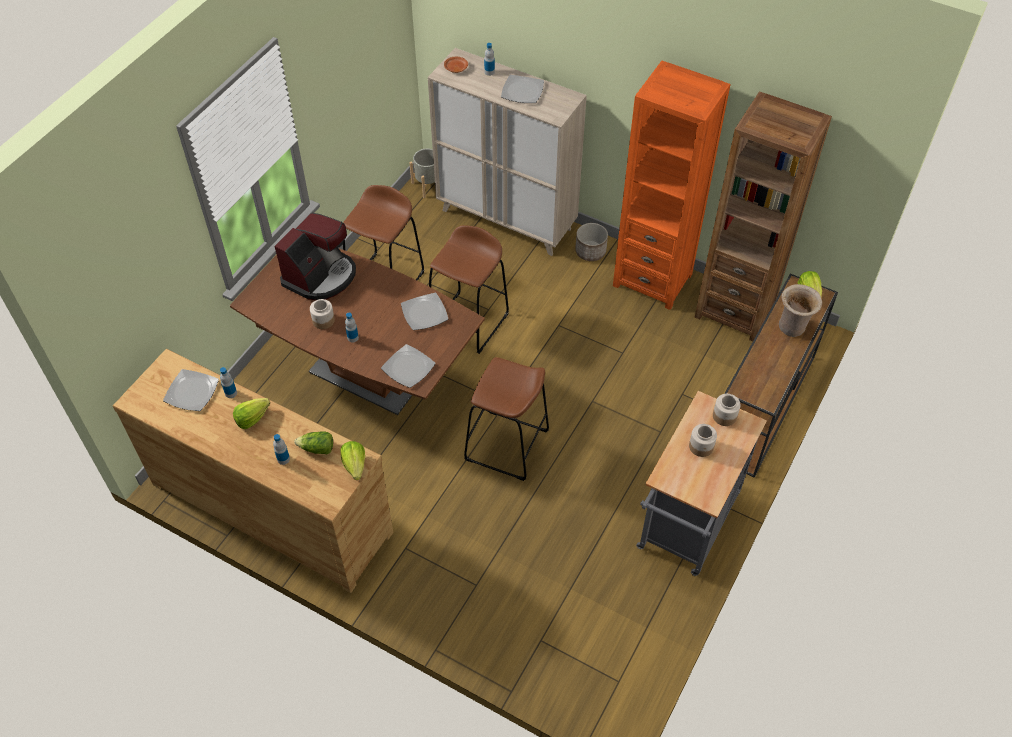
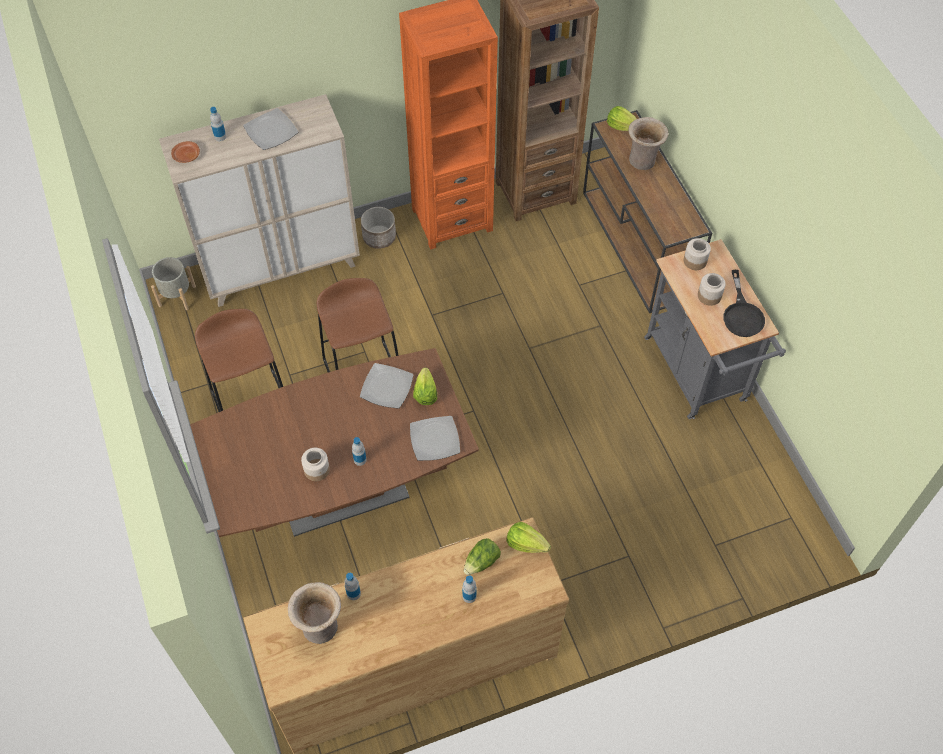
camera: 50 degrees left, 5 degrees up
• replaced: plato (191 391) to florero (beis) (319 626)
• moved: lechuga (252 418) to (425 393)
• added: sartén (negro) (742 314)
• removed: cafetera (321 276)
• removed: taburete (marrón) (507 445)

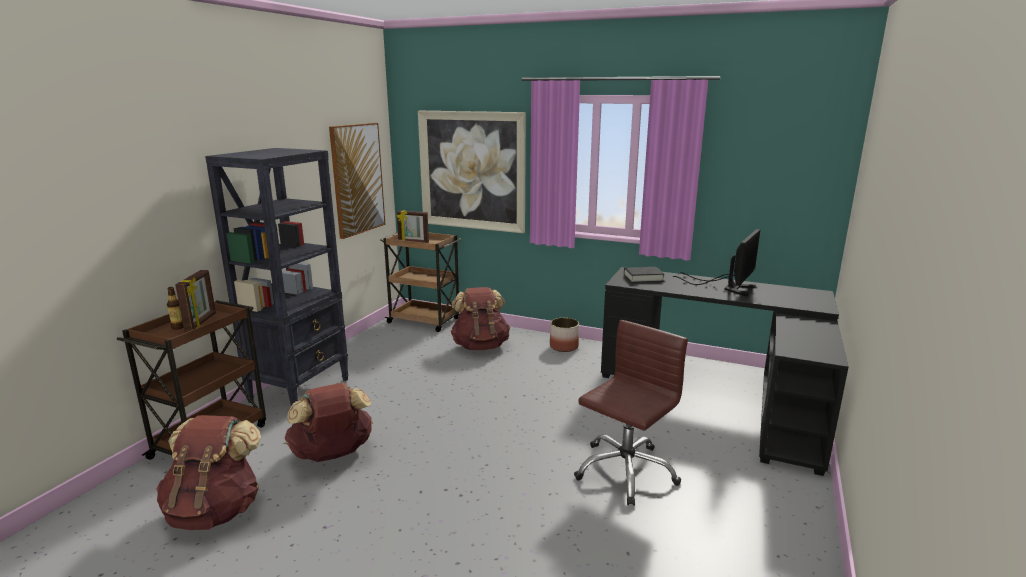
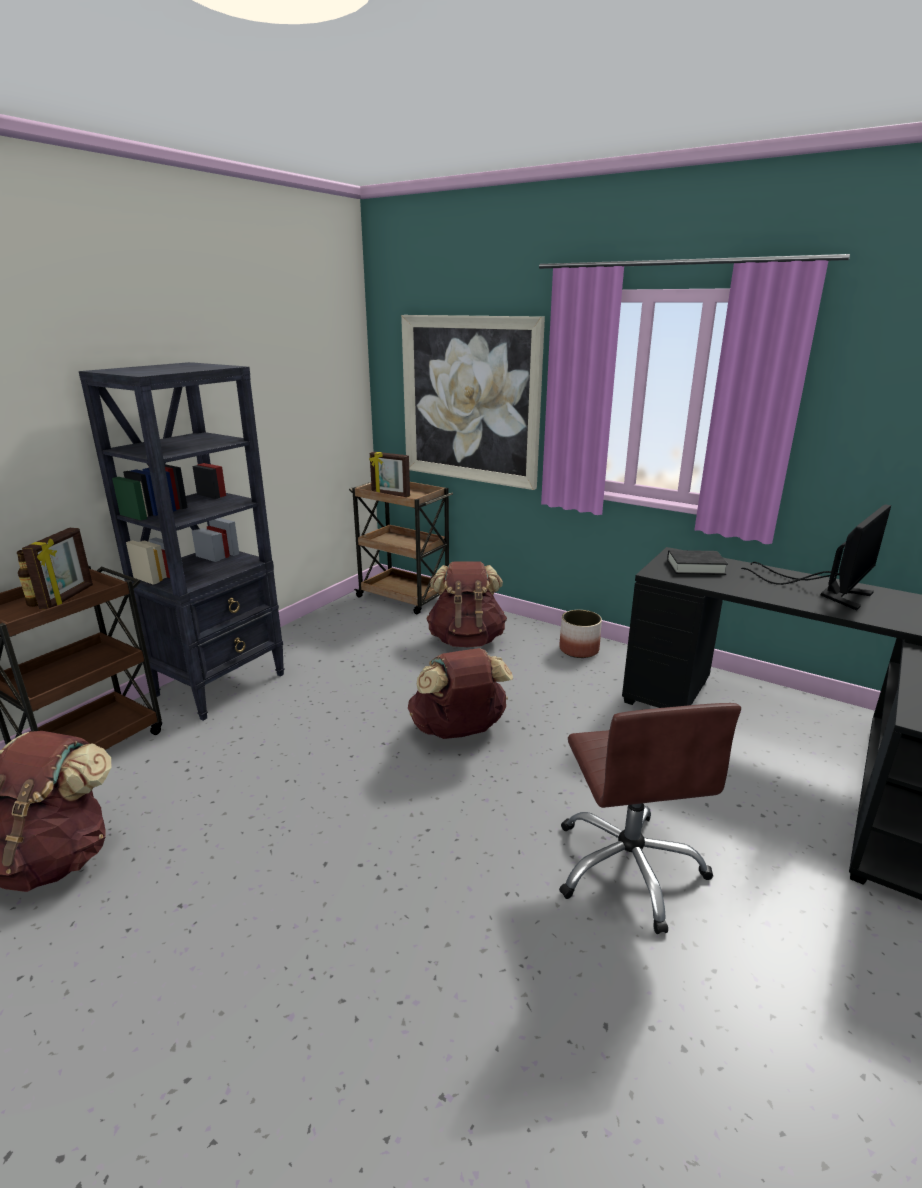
camera: 10 degrees right, 5 degrees up
• moved: mochila (marrón) (332 454) to (459 731)
• turned: silla de oficina (marrón) (625 471) = (629 867) 120 degrees clockwise
• removed: cuadro (357 179)

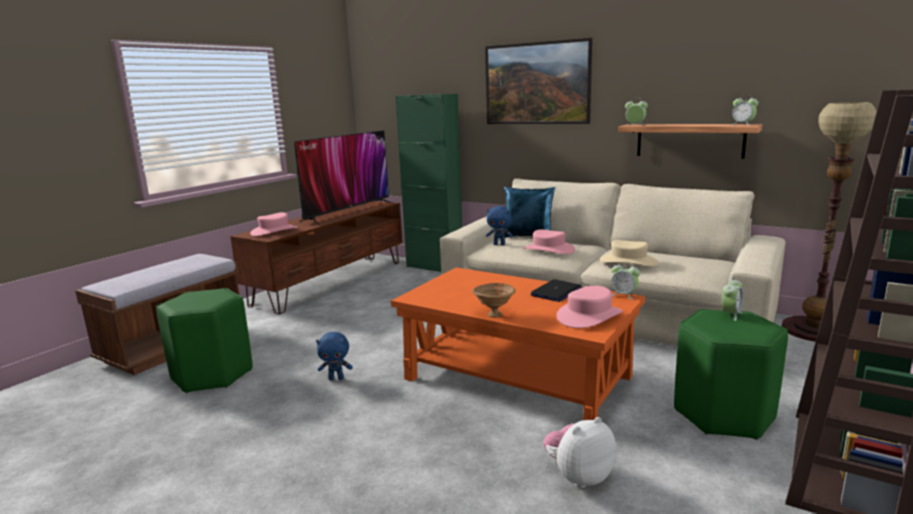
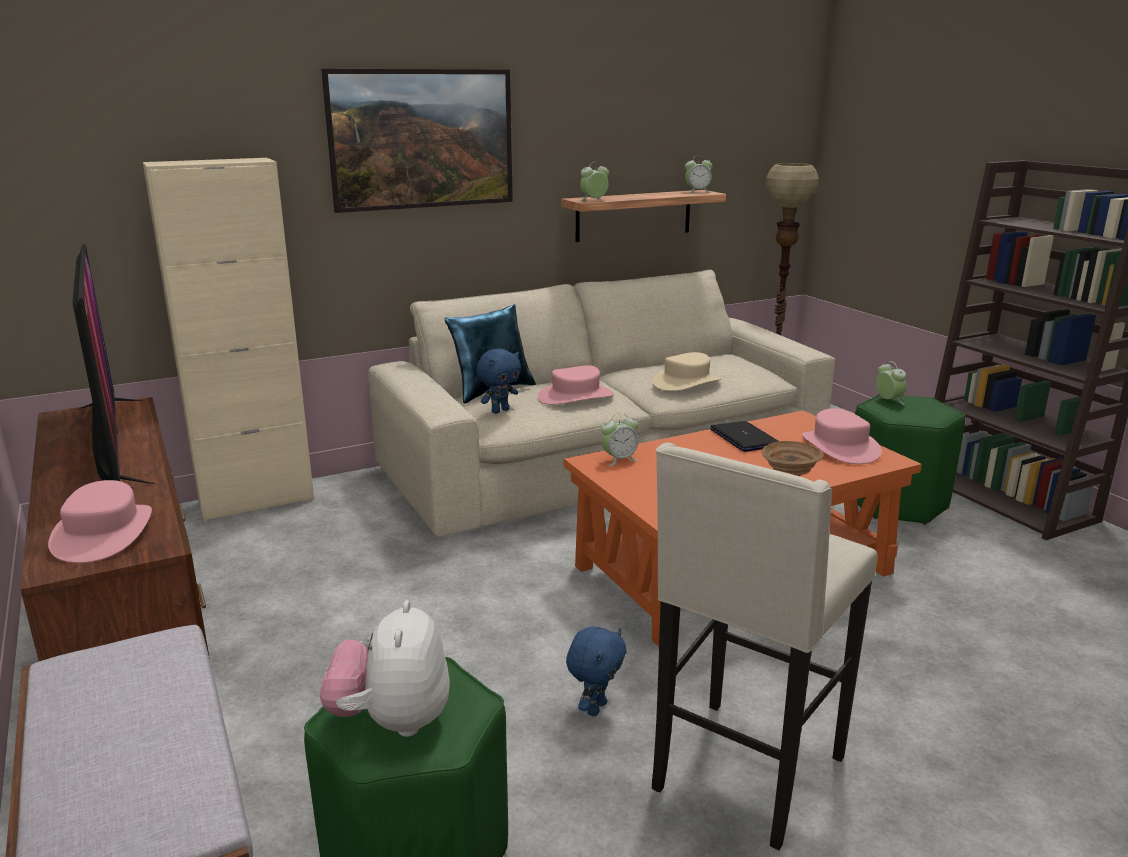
camera: 60 degrees left, 5 degrees up
• recoloured: armario (verde) (434 267) to armario (beis) (256 501)
• moved: peluche (578 476) to (392 721)
• moved: despertador (624 295) to (619 460)
• added: taburete (beis) (744 775)

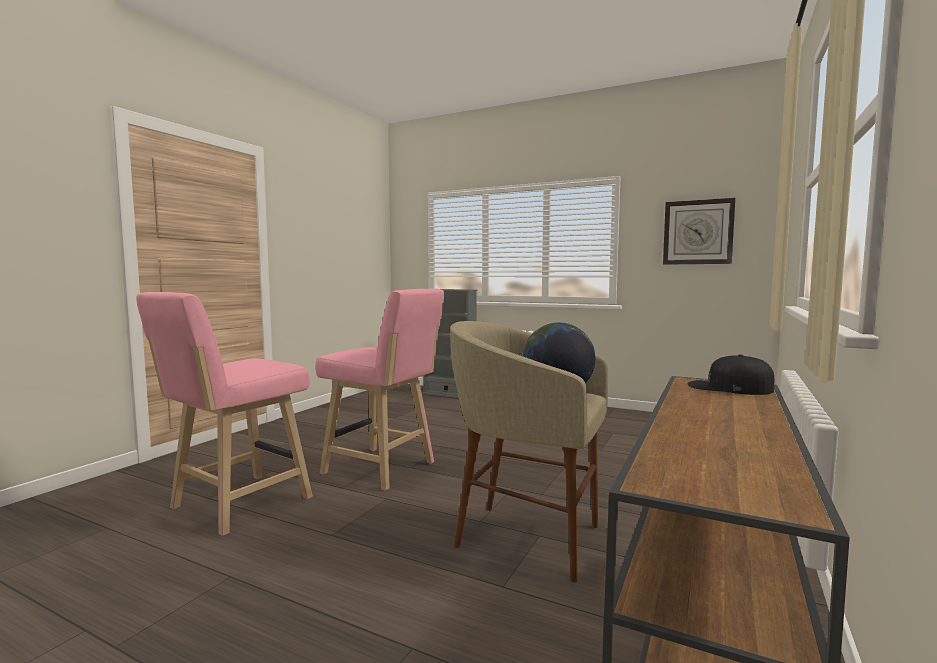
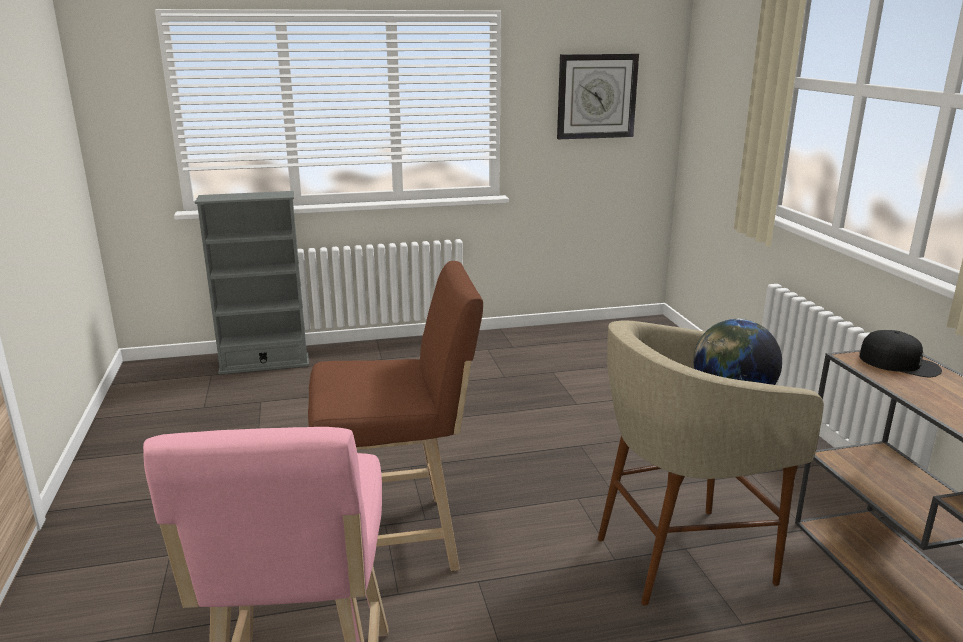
camera: 40 degrees left, 15 degrees up
• recoloured: taburete (rosa) (383 469) to taburete (marrón) (399 538)
• turned: gorra (negro) (729 387) = (899 363) 135 degrees counterclockwise

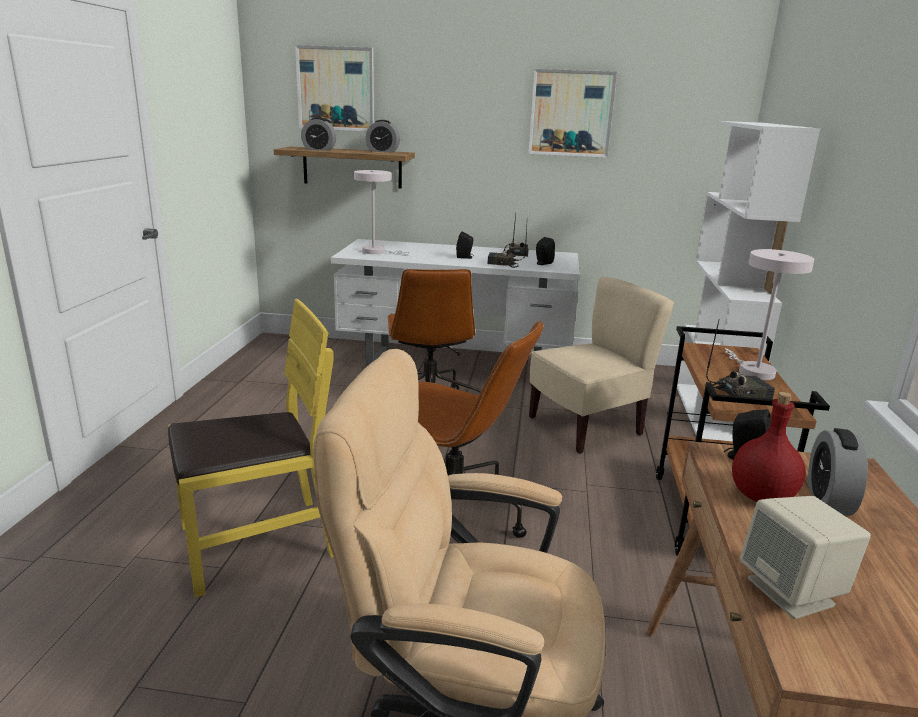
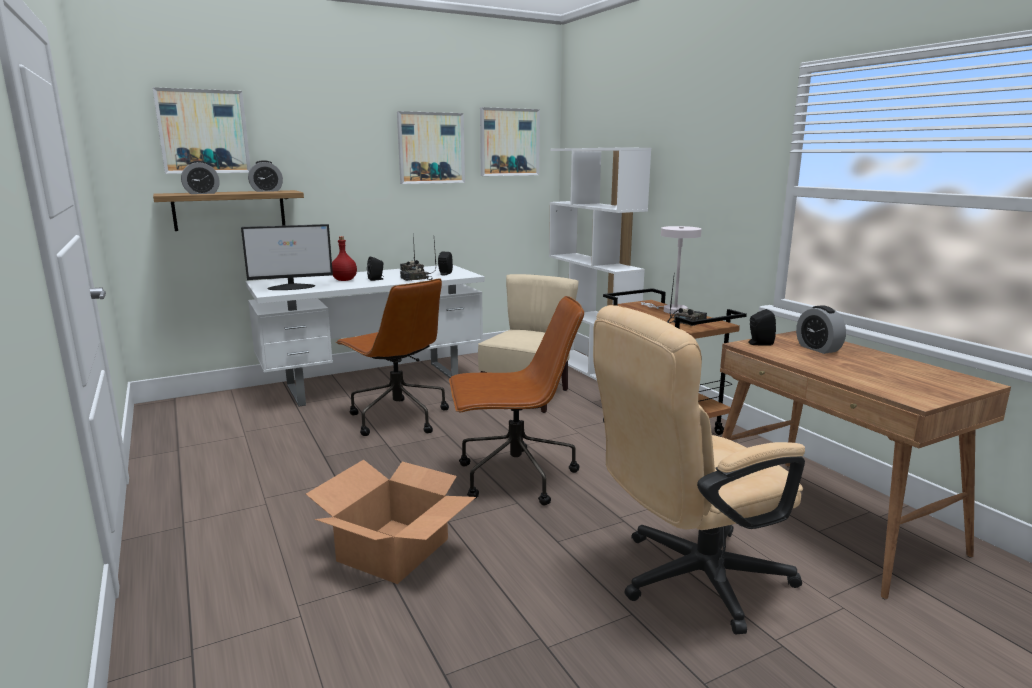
camera: 35 degrees left, 5 degrees down
• replaced: lámpara de mesa (blanco) (377 252) to monitor (292 287)
• replaced: silla (amarillo) (257 542) to caja de cartón (394 550)
• moved: botella (rojo) (761 496) to (344 280)
• added: cuadro (509 142)
• removed: altavoz (beis) (792 592)

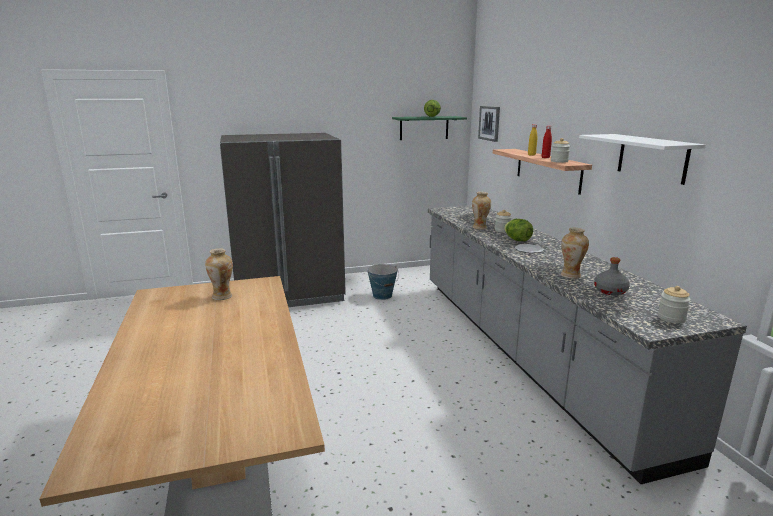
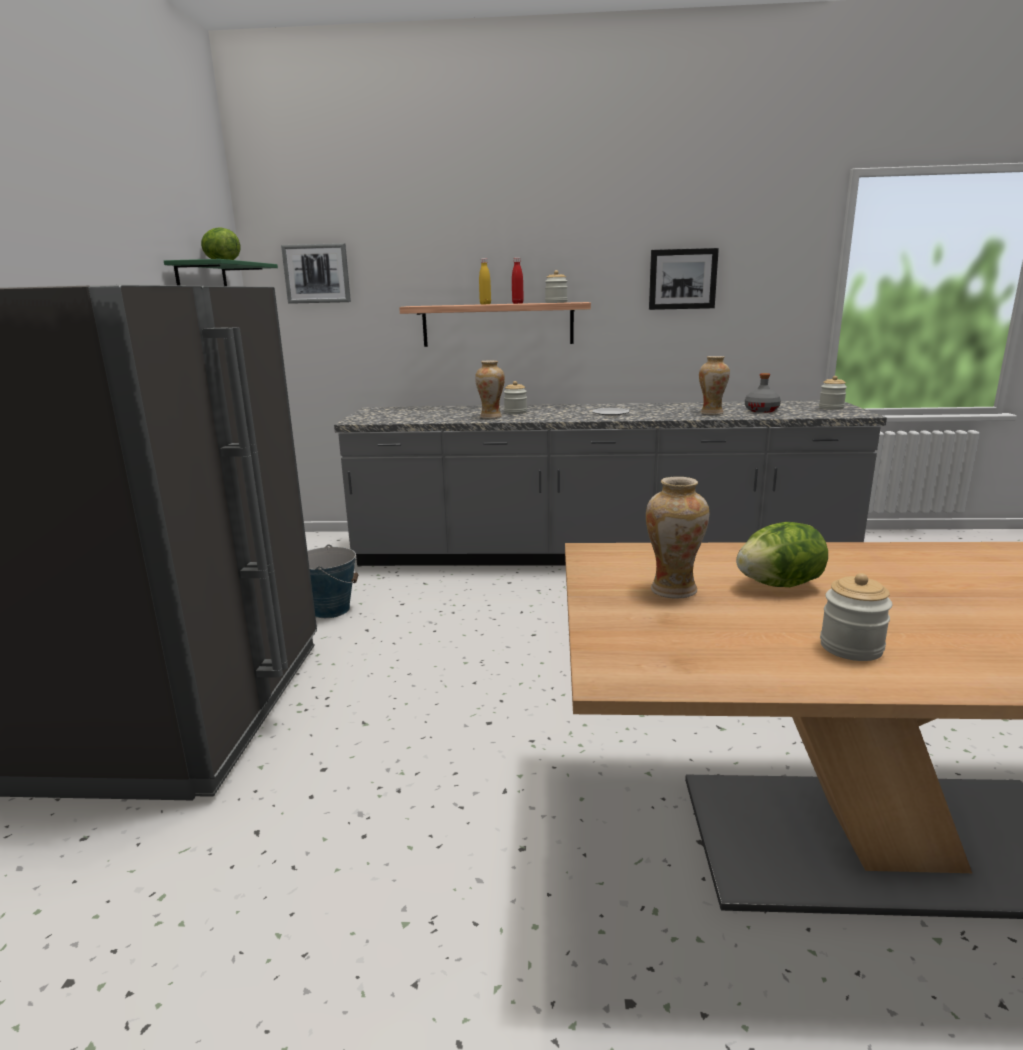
camera: 70 degrees left, 0 degrees up
• replaced: estante (blanco) (652 158) to cuadro (682 279)
• moved: lechuga (517 240) to (779 585)
• added: tarro (851 647)

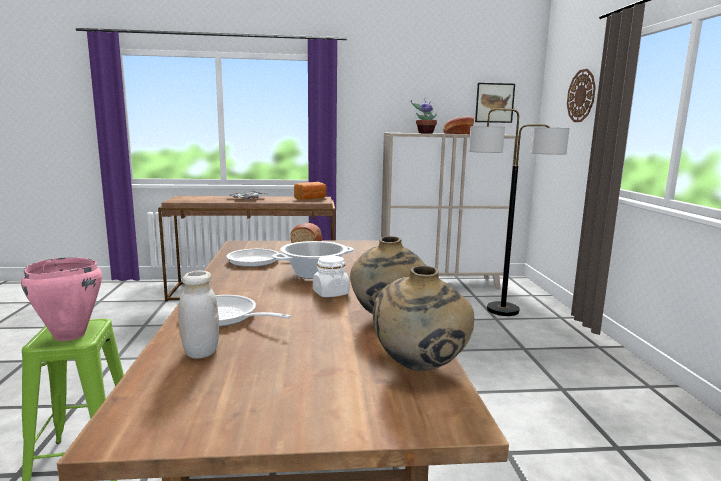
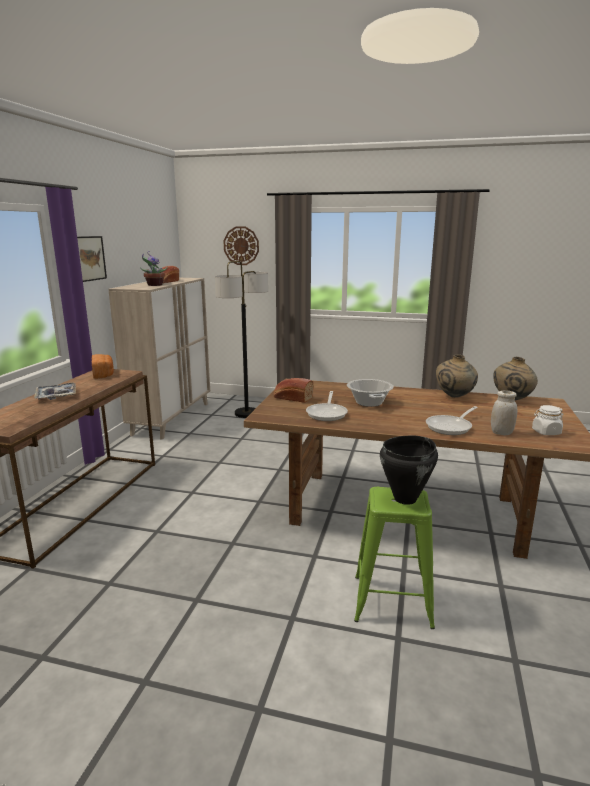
camera: 70 degrees left, 5 degrees up
• moved: cuadro (494 103) to (90 258)
• recoloured: olla (rosa) (69 335) to olla (negro) (406 499)
• moved: tarro (blanco) (330 293) to (546 432)

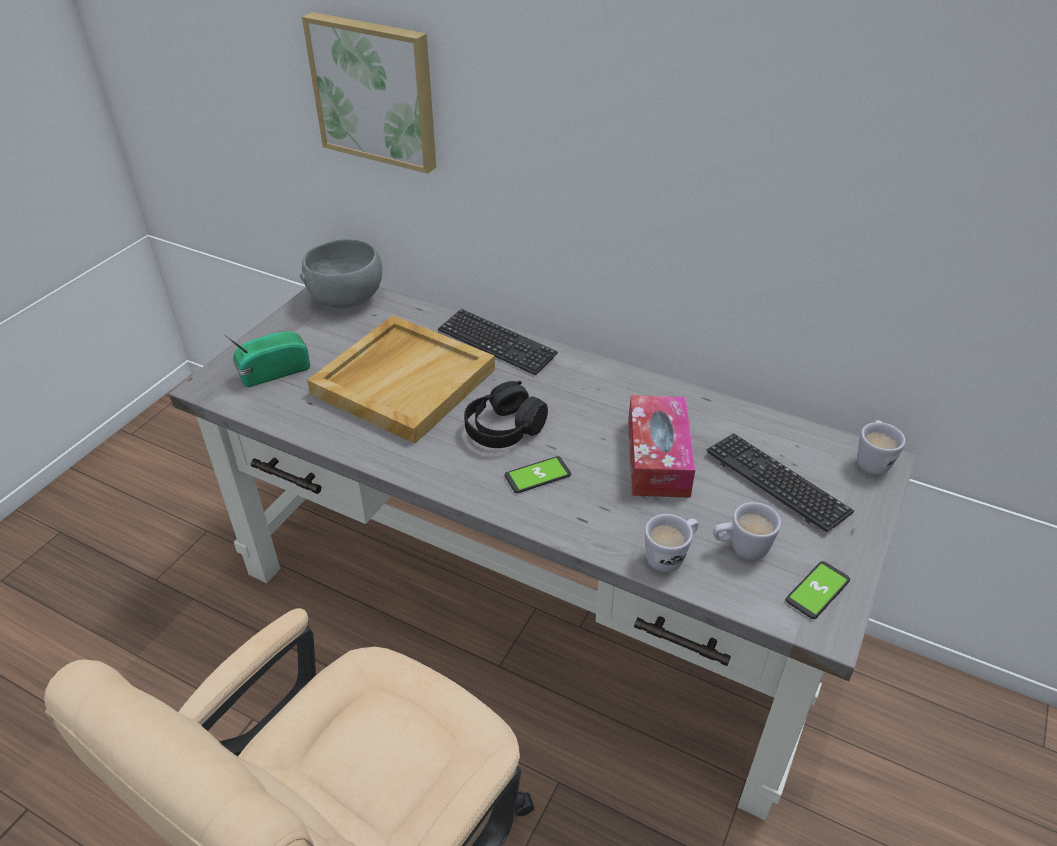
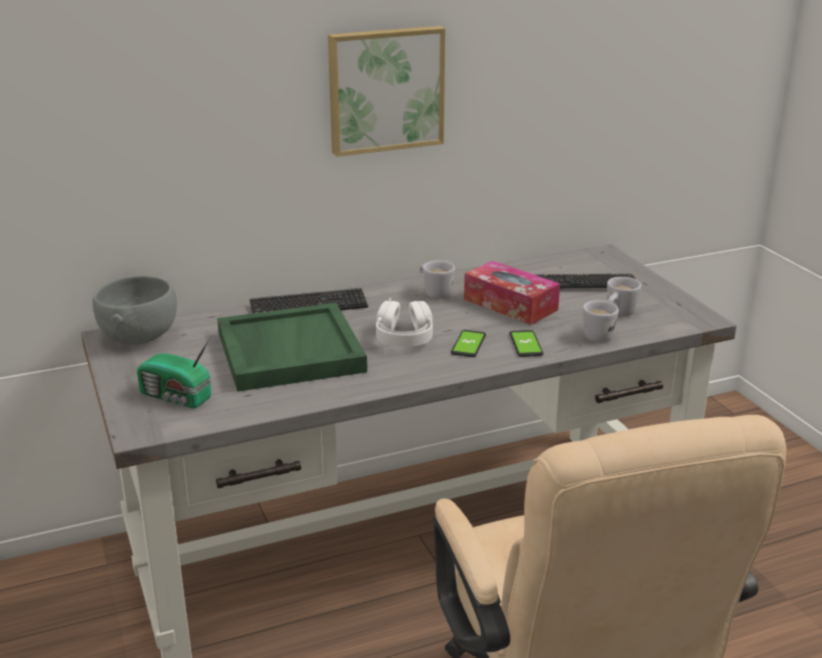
camera: 50 degrees left, 15 degrees down
• turned: radio (272 371) = (176 397) 75 degrees counterclockwise
• recoloured: bandeja (beis) (403 381) to bandeja (verde) (288 351)
• moved: cuadro (375 91) to (385 89)
• recoloured: auriculares (negro) (504 428) to auriculares (blanco) (404 337)
• moved: taza grande (blanco) (872 460) to (434 293)
• moved: móvil (817 590) to (526 344)

